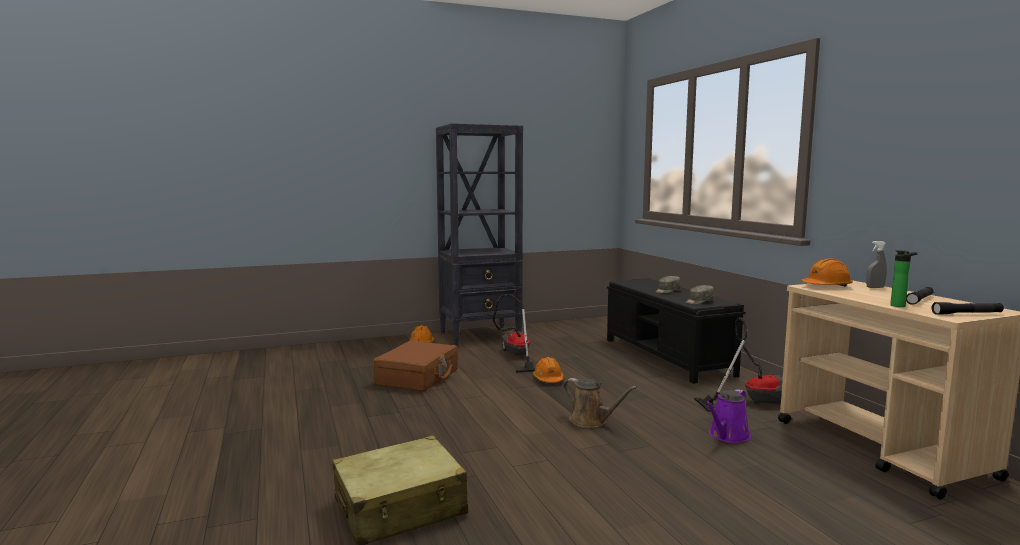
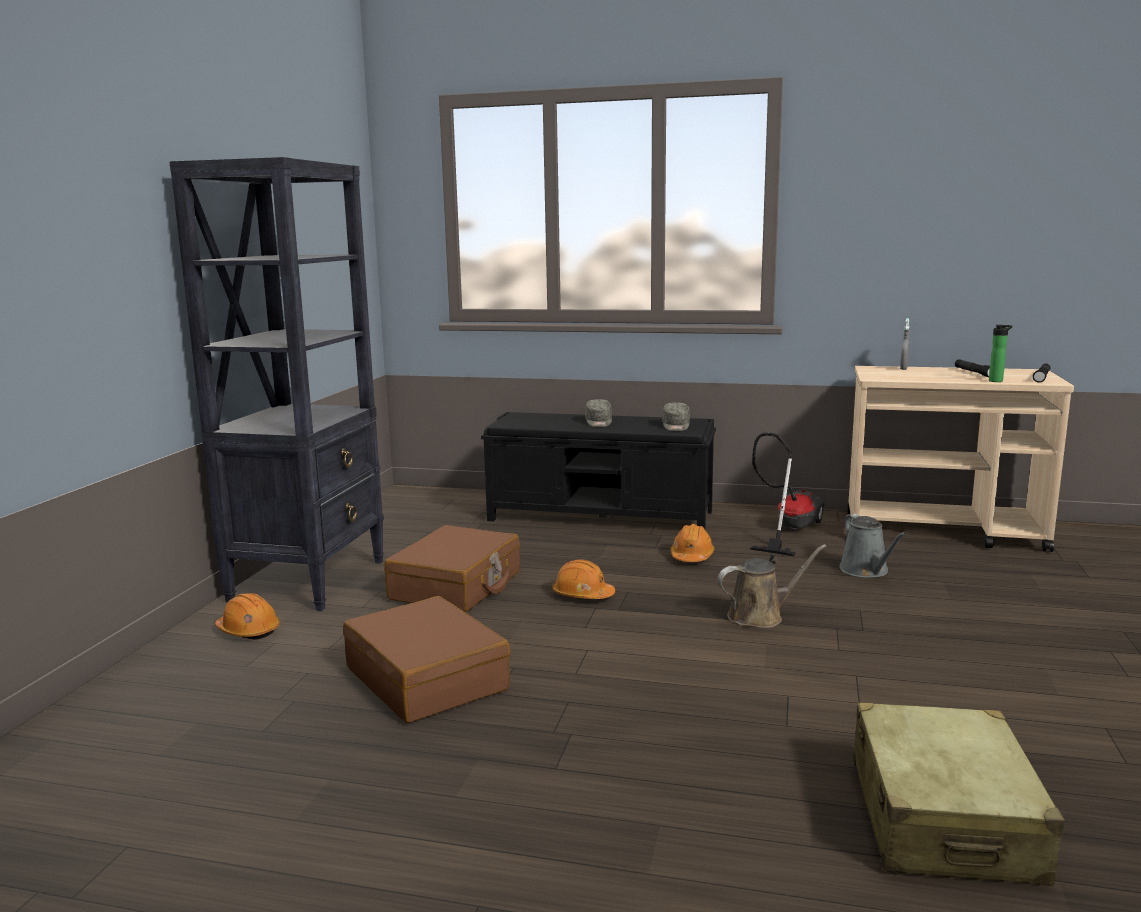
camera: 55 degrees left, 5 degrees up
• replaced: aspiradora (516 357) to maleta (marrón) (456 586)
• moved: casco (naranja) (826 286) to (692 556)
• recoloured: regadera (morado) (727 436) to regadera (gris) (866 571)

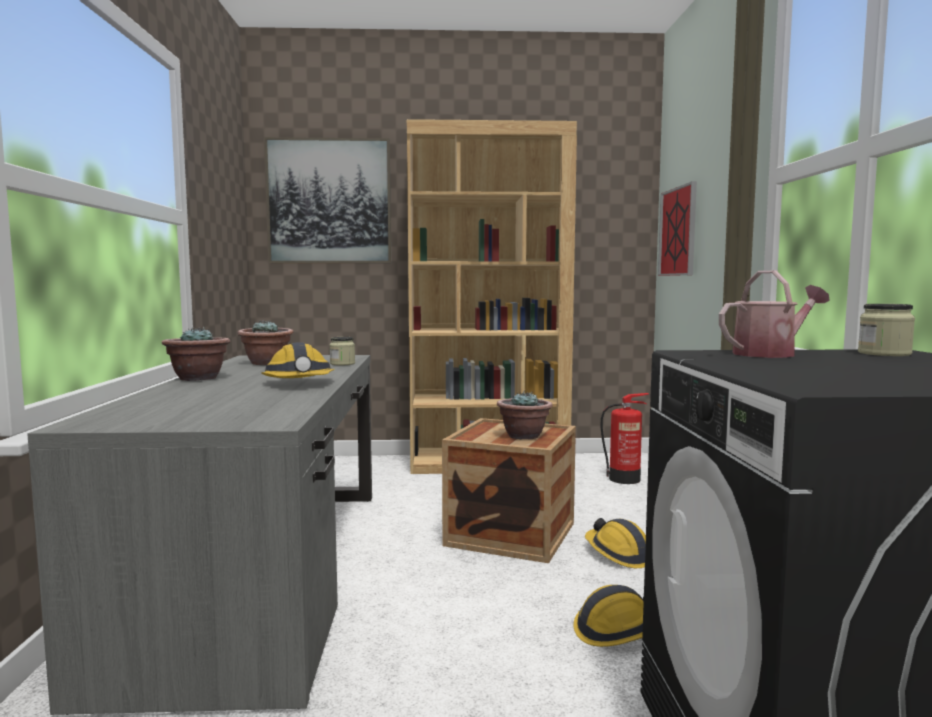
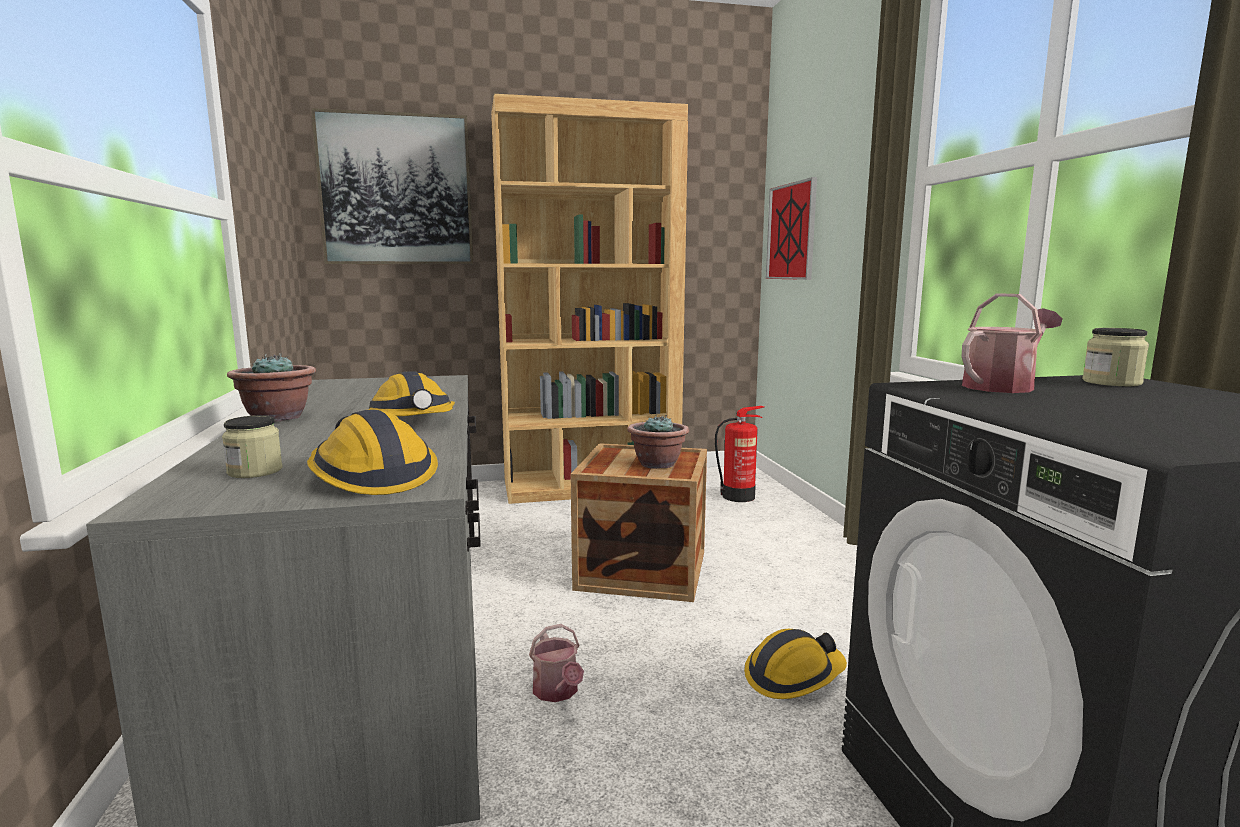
camera: 10 degrees left, 5 degrees up
• moved: tarro (342 364) to (255 471)
• moved: casco (619 554) to (371 476)
• added: regadera (557 692)
• removed: planta en maceta (267 363)

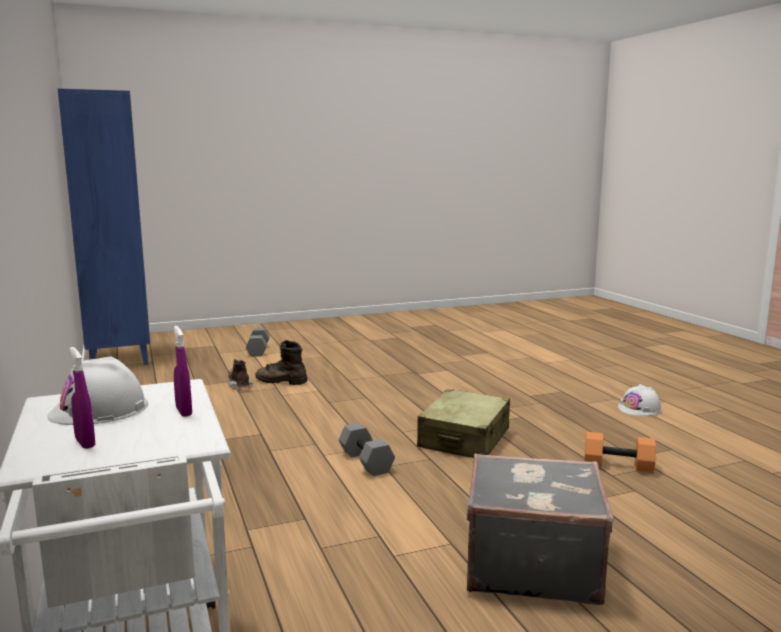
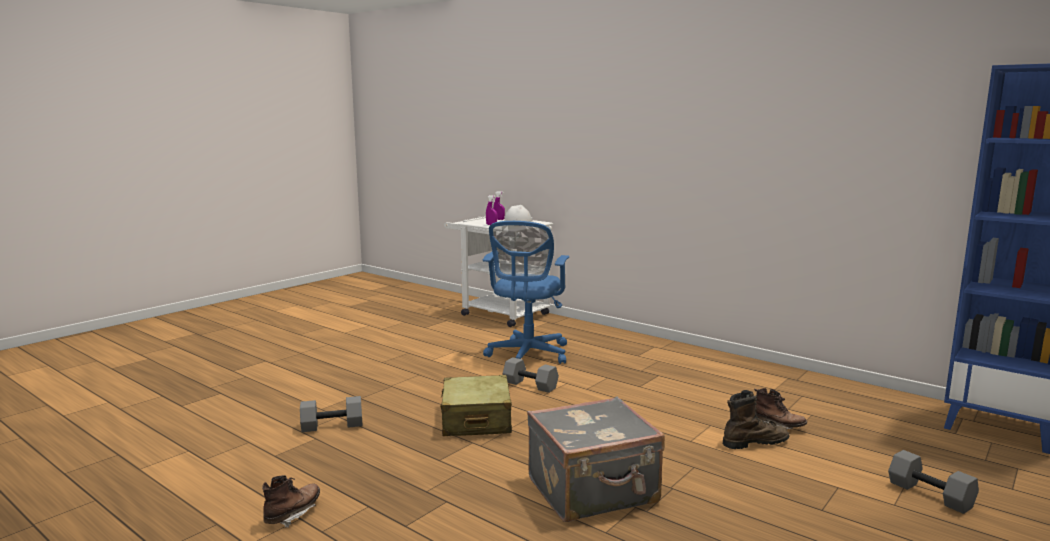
camera: 150 degrees right, 0 degrees up
• replaced: casco (blanco) (639 409) to bota (marrón) (293 514)
• recoloured: mancuerna (naranja) (617 466) to mancuerna (gris) (333 425)
• added: silla de oficina (azul) (527 356)
• moved: maleta (gris) (531 564) to (593 492)

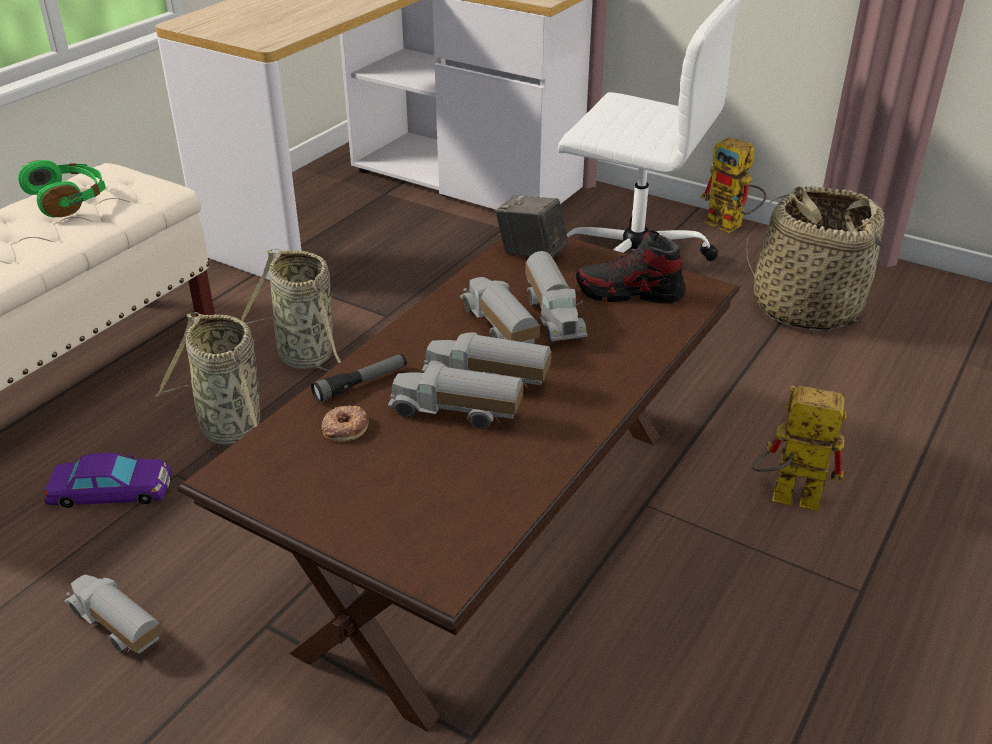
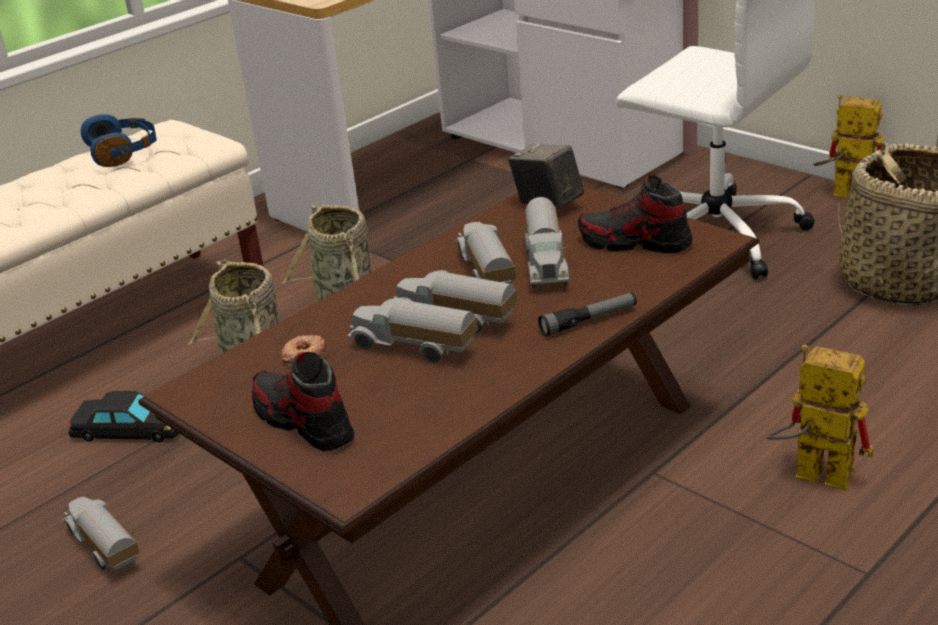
camera: 15 degrees right, 5 degrees down
• recoloured: coche de juguete (morado) (111 490) to coche de juguete (negro) (131 428)
• recoloured: auriculares (verde) (68 200) to auriculares (azul) (124 152)
• added: zapato (303 422)
• moved: linterna (361 384) to (589 321)
• turned: robot de juguete (731 225) = (843 194) 150 degrees clockwise

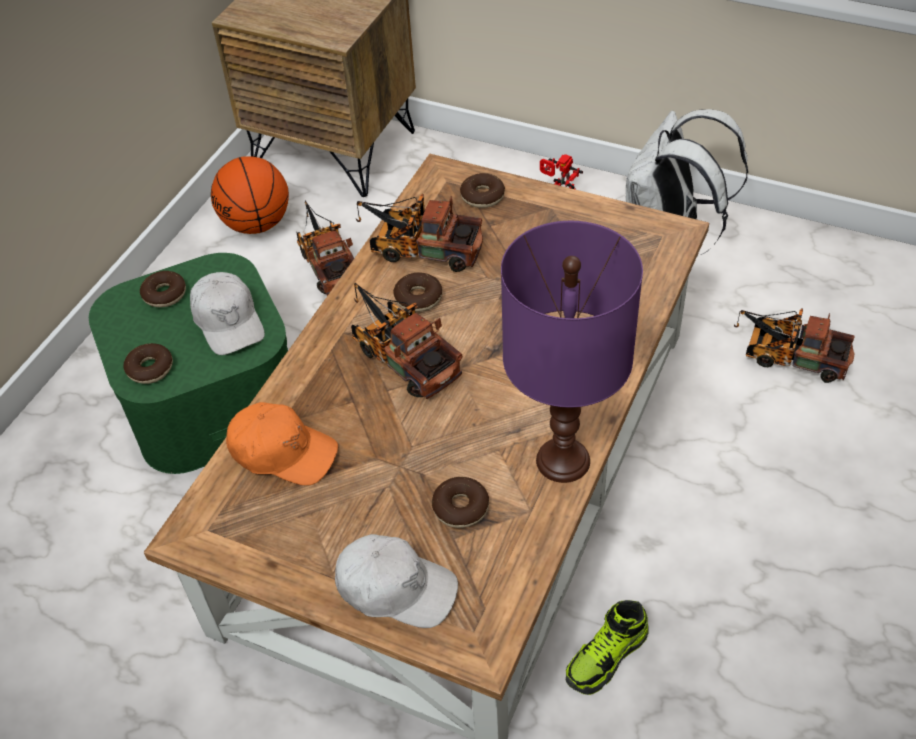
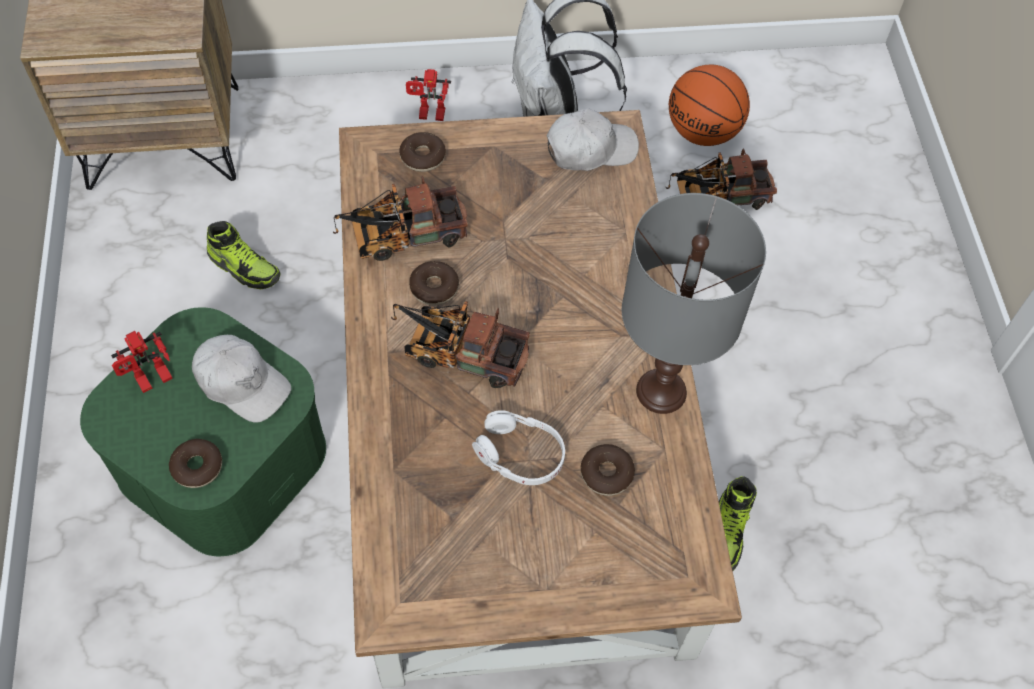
camera: 35 degrees left, 10 degrees up
• replaced: rosquilla (165 294) to robot de juguete (152 382)
• replaced: camión de juguete (327 263) to zapato (245 267)
• added: auriculares (blanco) (519 455)
• moved: gorra (blanco) (396 588) to (590 149)
• recoloured: lámpara de mesa (morado) (563 459) to lámpara de mesa (gris) (660 390)
• moved: balón de baloncesto (257 224) to (703 132)
• removed: gorra (naranja) (283 452)

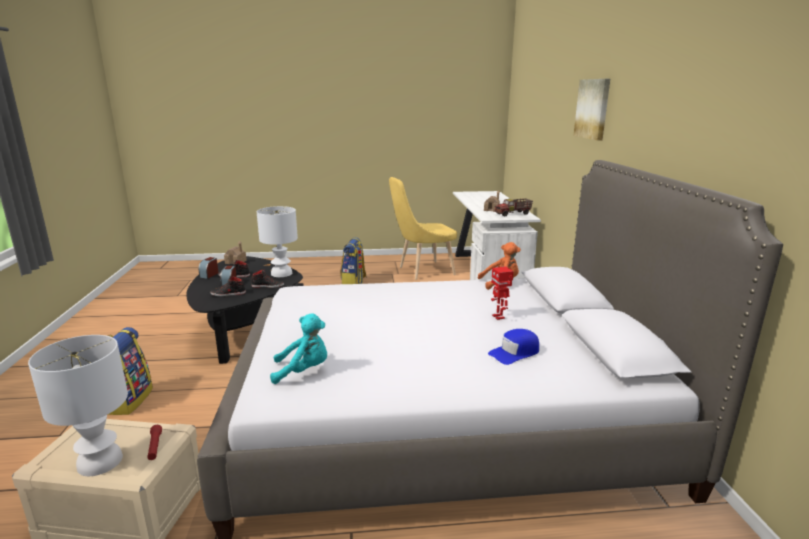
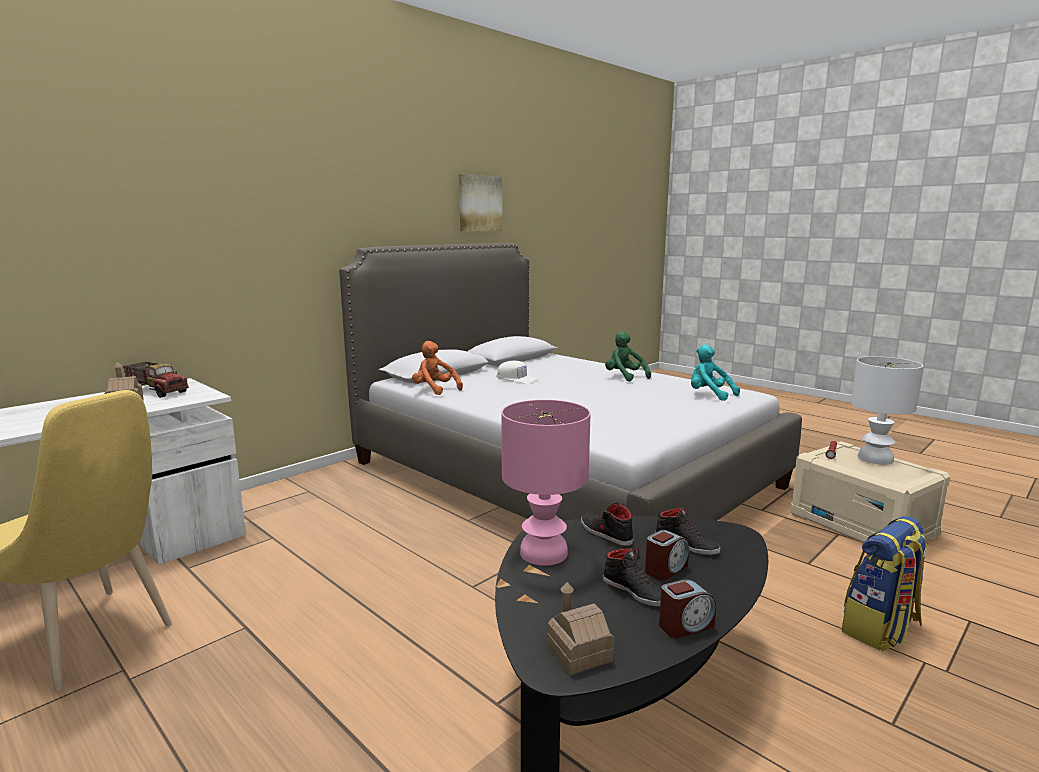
camera: 130 degrees left, 5 degrees down
• moved: cuadro (593 109) to (479 203)
• replaced: robot de juguete (499 317) to gorra (blanco) (516 379)
• recoloured: lámpara de mesa (blanco) (281 273) to lámpara de mesa (rosa) (544 553)
• added: peluche (verde) (624 377)
• removed: mochila (354 283)
• removed: gorra (azul) (515 353)

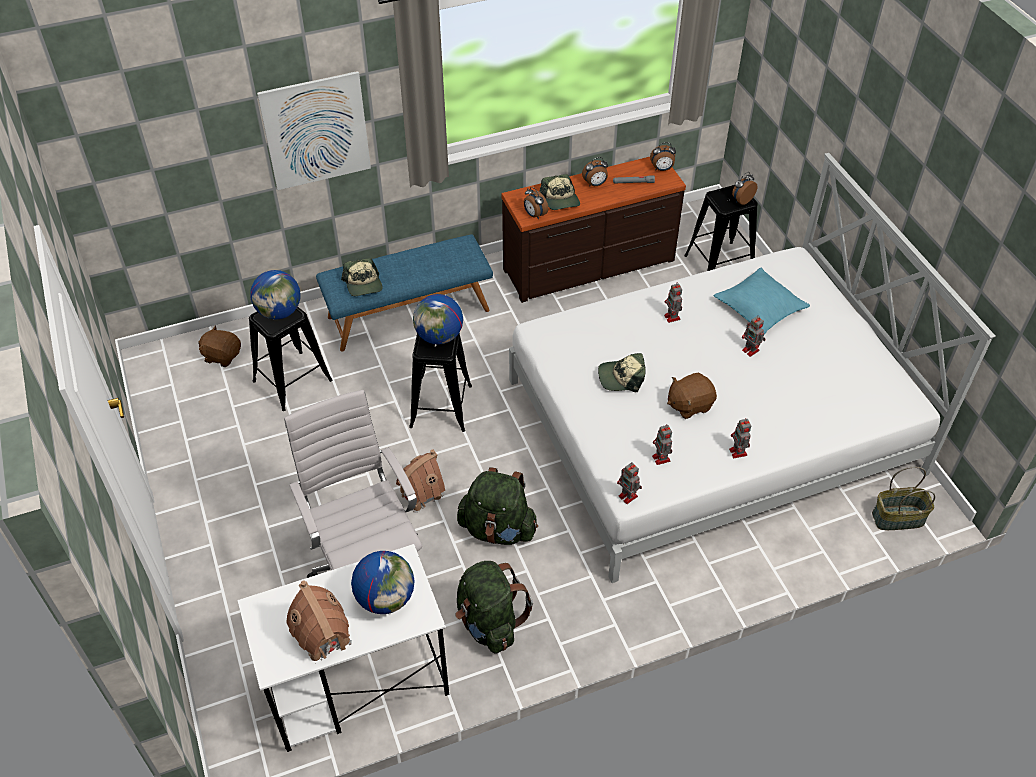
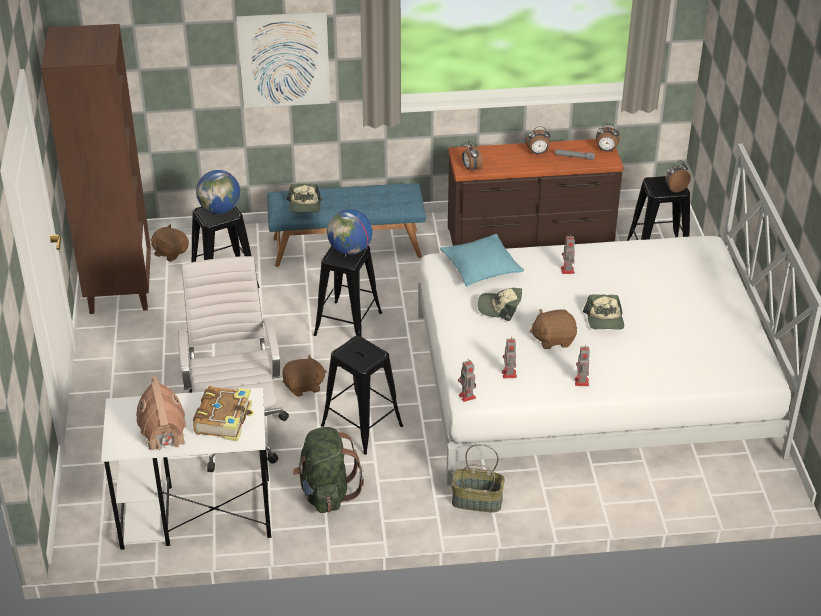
camera: 15 degrees right, 10 degrees down
• added: estantería (marrón) (119 290)
• replaced: globo terráqueo (386 598) to libro (224 419)
• replaced: casita (421 493) to peluche (marrón) (304 386)
• replaced: mochila (verde) (498 529) to taburete (negro) (362 425)
• moved: cojín (turquesa) (759 308) to (481 267)
• moved: cesta (898 519) to (476 501)
• moved: gorra (560 199) to (604 320)
• removed: robot de juguete (751 351)

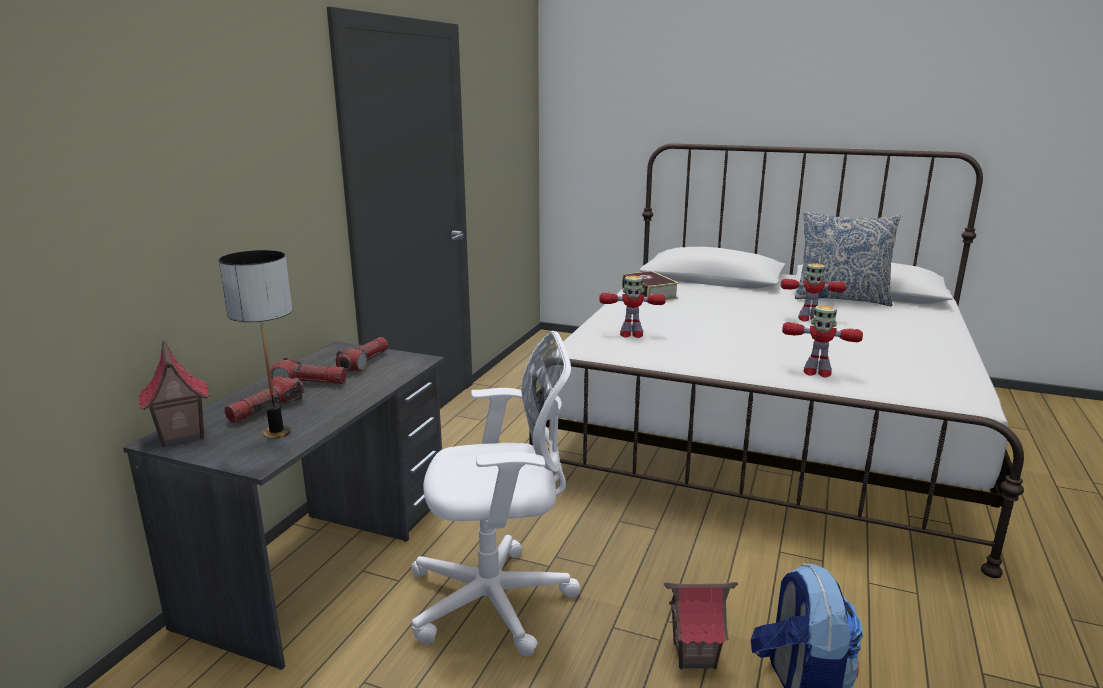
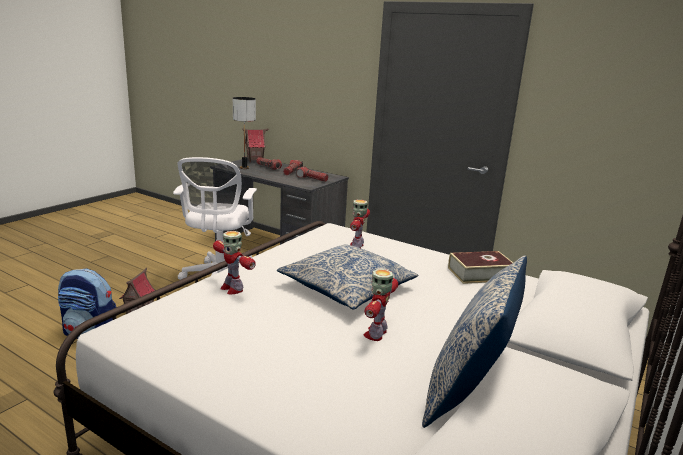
camera: 100 degrees right, 0 degrees up
• turned: robot de juguete (816 372) = (232 288) 75 degrees counterclockwise
• added: cojín (347 287)

